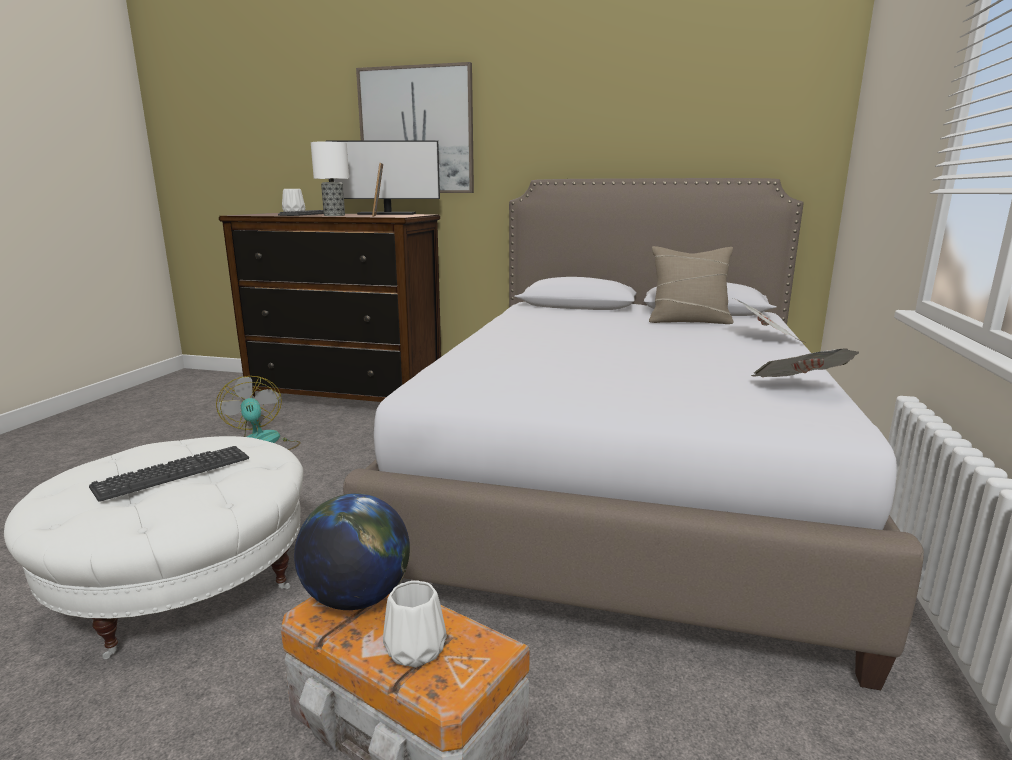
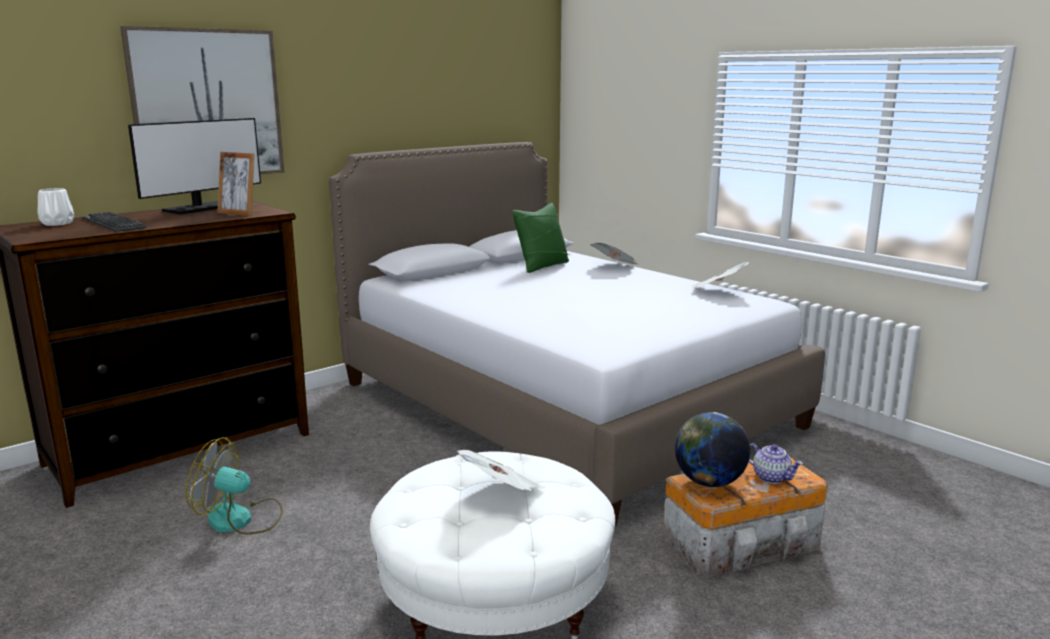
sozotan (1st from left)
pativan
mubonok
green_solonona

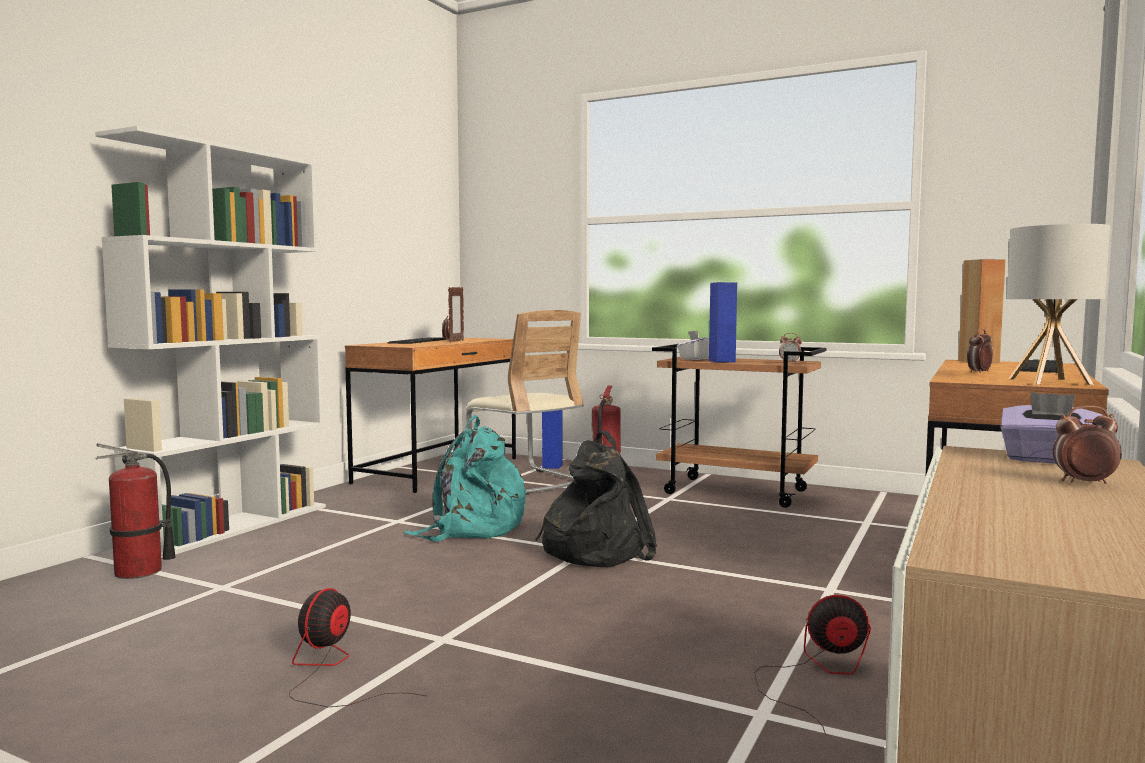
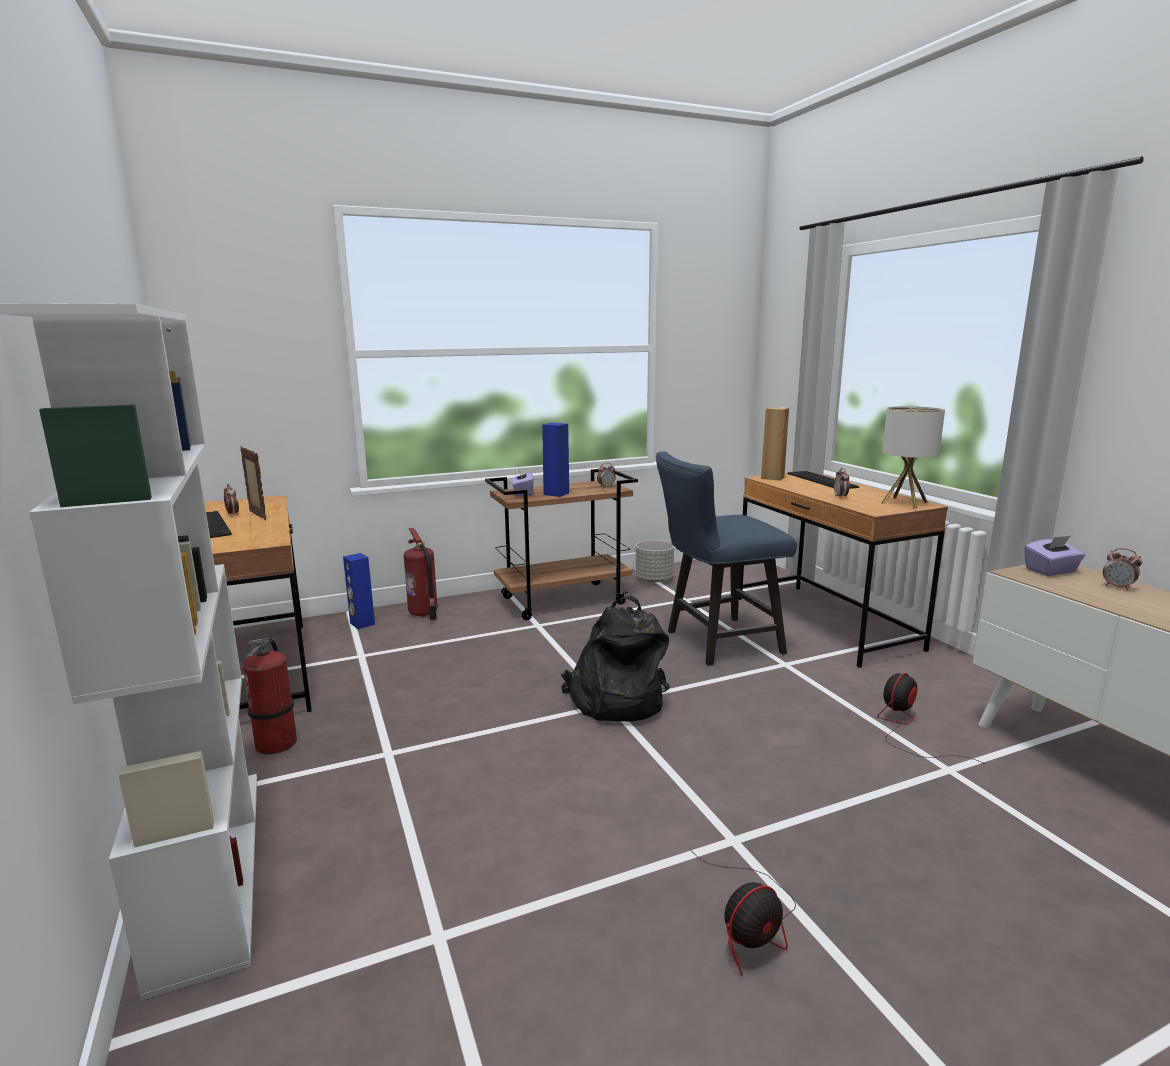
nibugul (1st from left)
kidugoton (1st from left)
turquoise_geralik
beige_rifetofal
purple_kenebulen (1st from left)
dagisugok (4th from left)
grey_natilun
blue_rifetofal

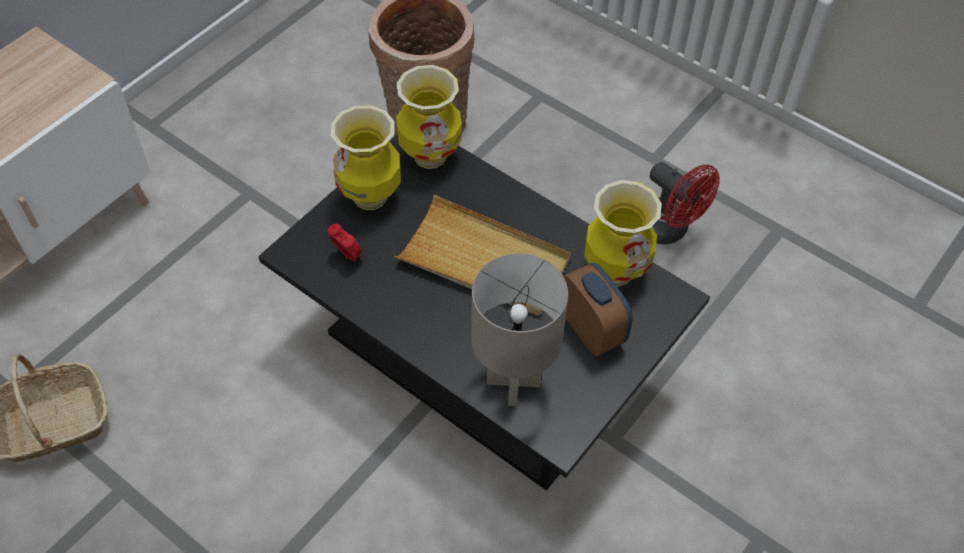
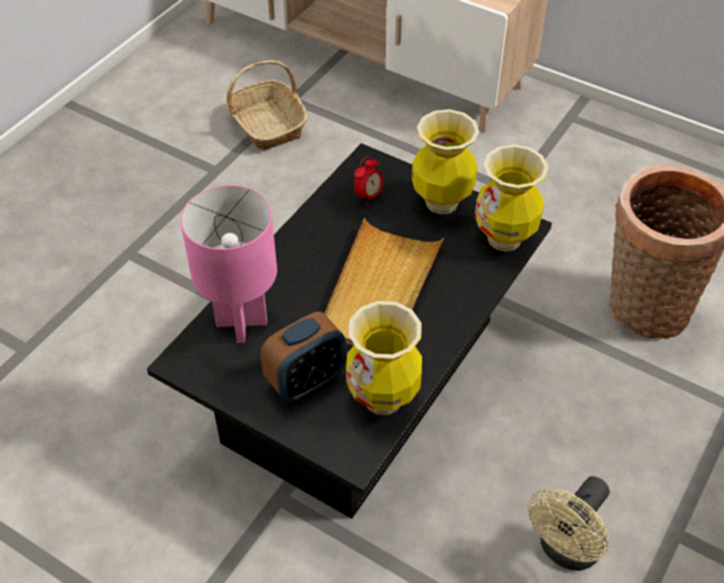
pink_pativan
beige_kidugoton

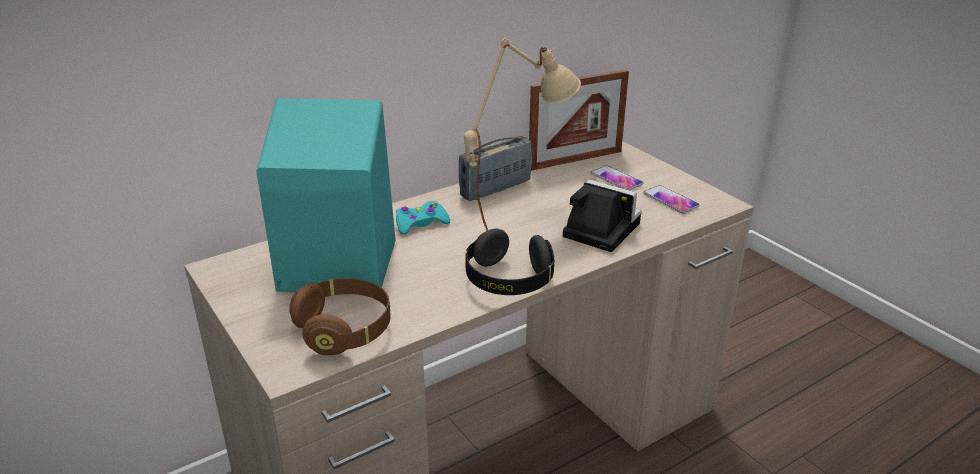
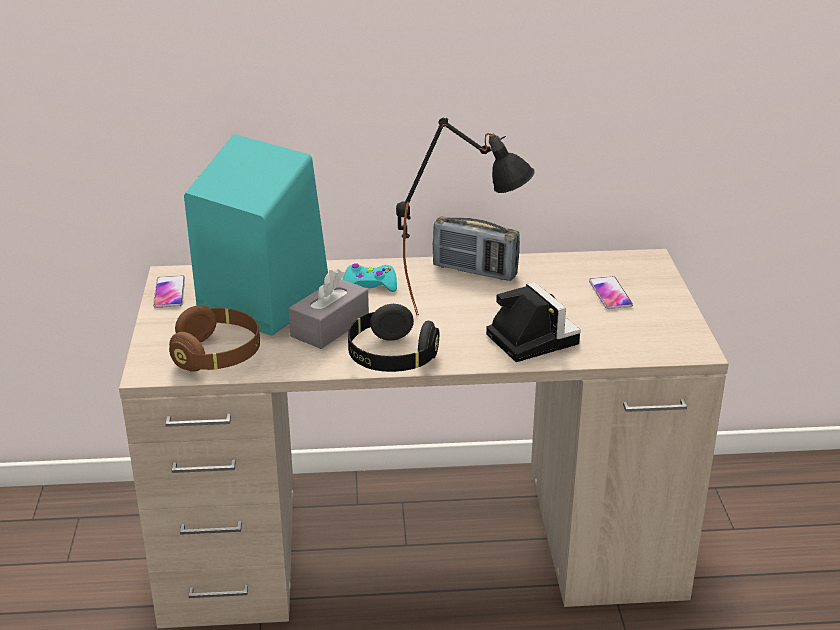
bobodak
black_pativan
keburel
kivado (1st from left)
grey_kenebulen

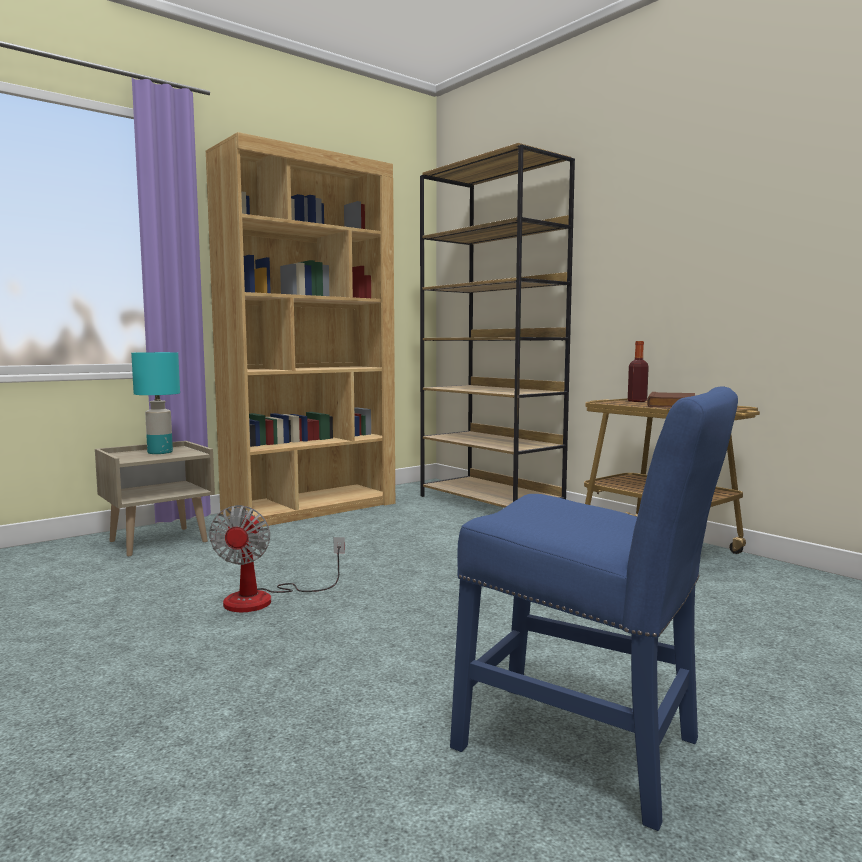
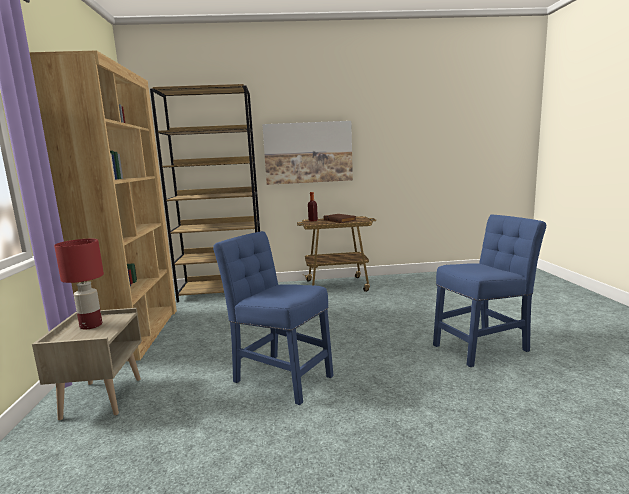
red_pativan
blue_rifetofal (1st from left)
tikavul

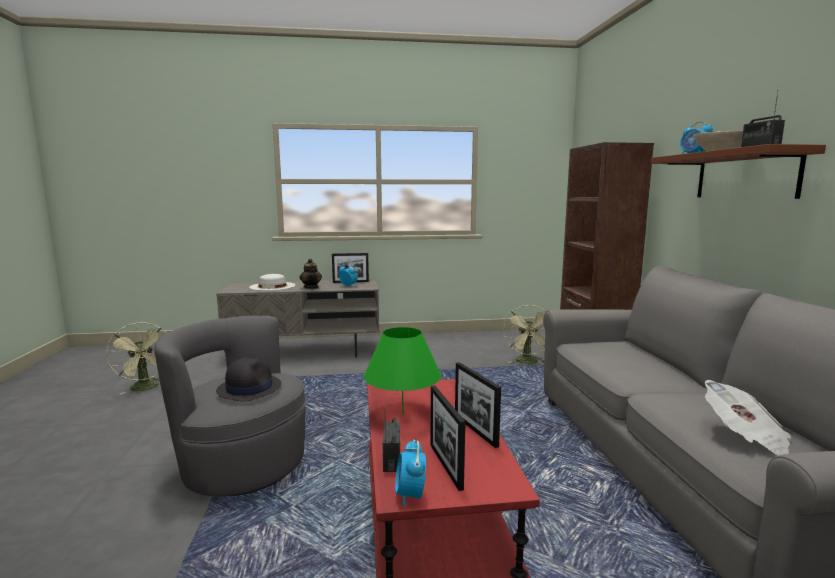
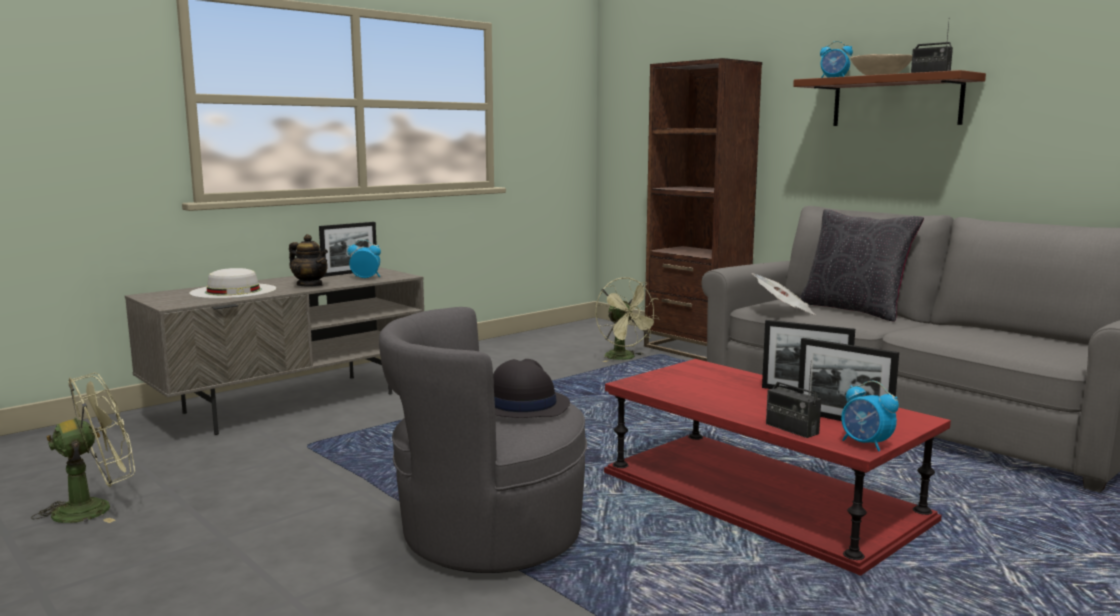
green_kidugoton (1st from left)
green_pativan
sozotan
black_solonona

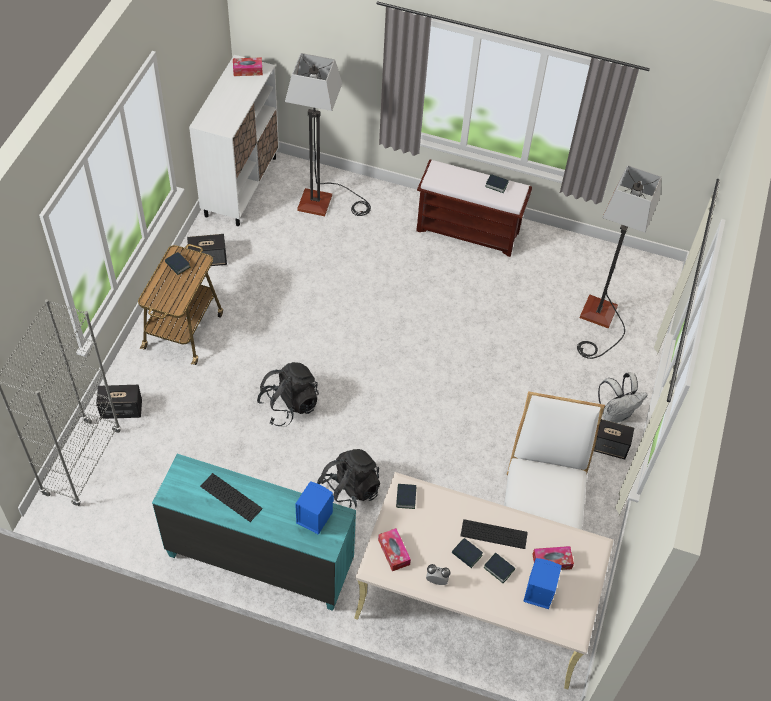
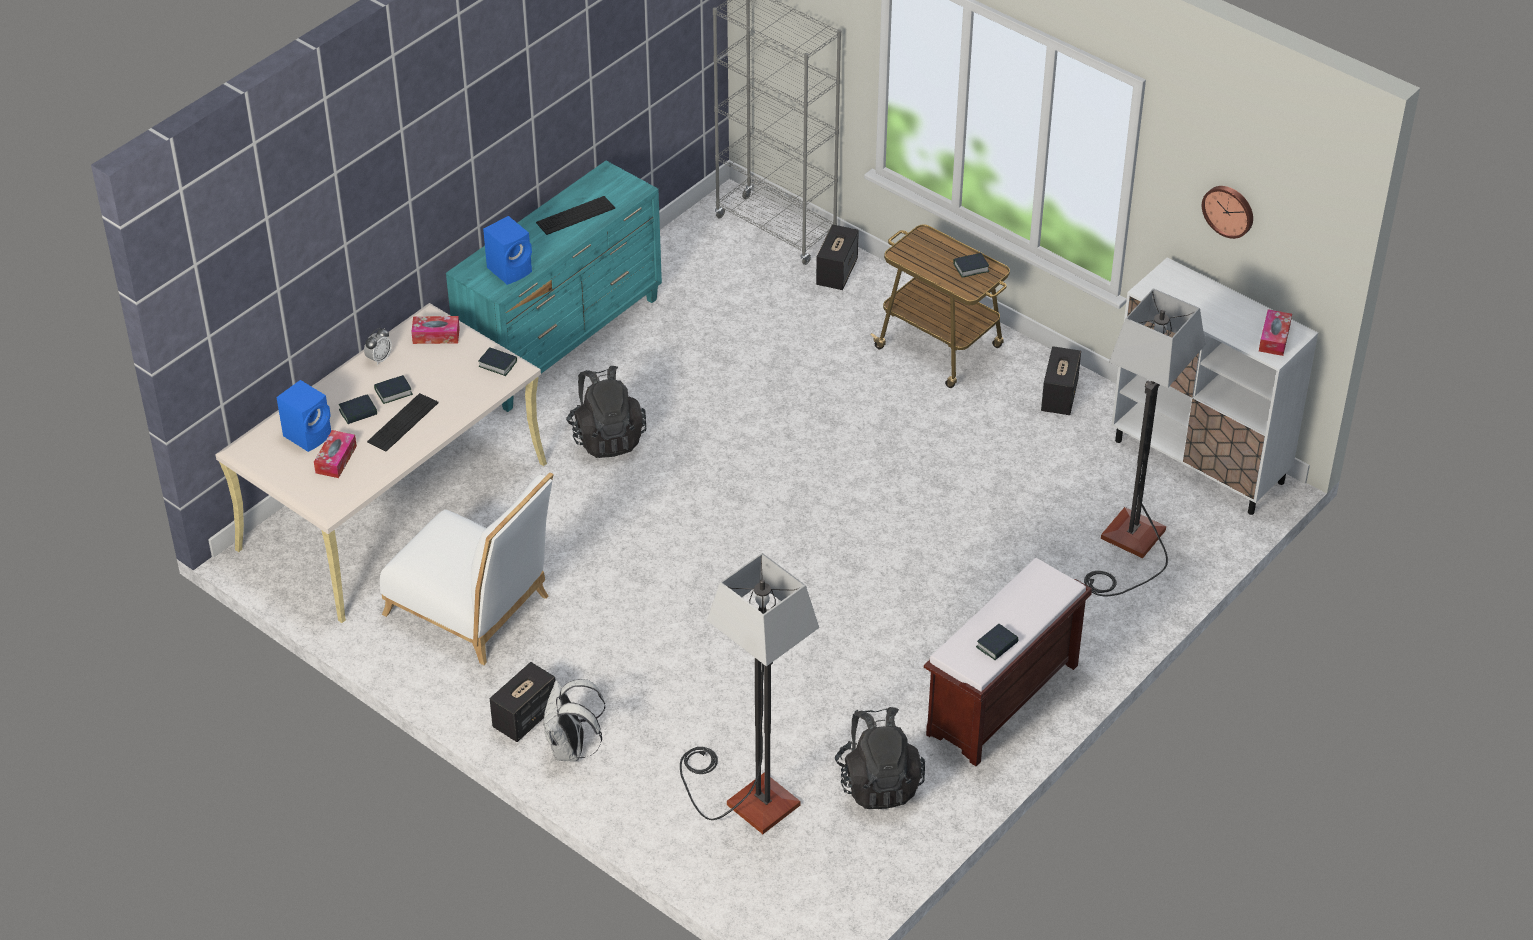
black_geralik (2nd from left)
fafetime

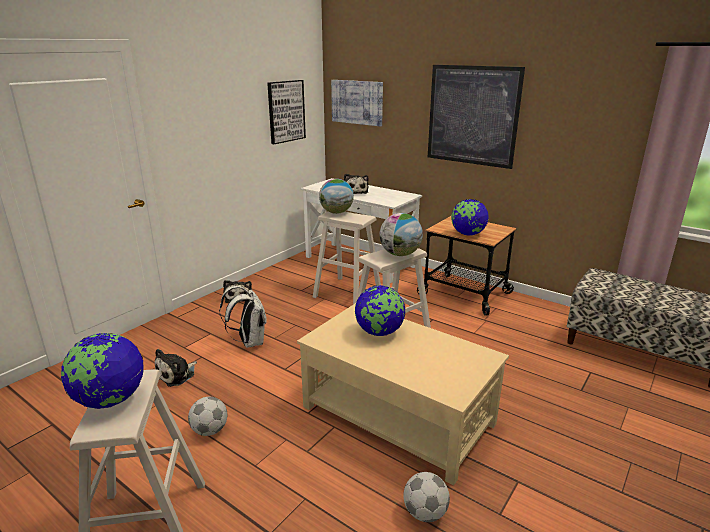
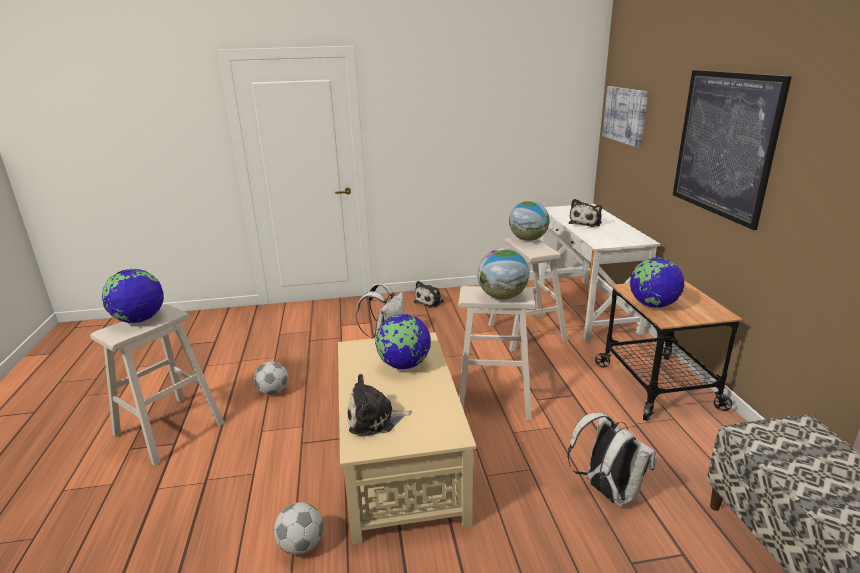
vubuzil (1st from left)
tikavul (1st from left in the first image)
white_geralik (2nd from left)

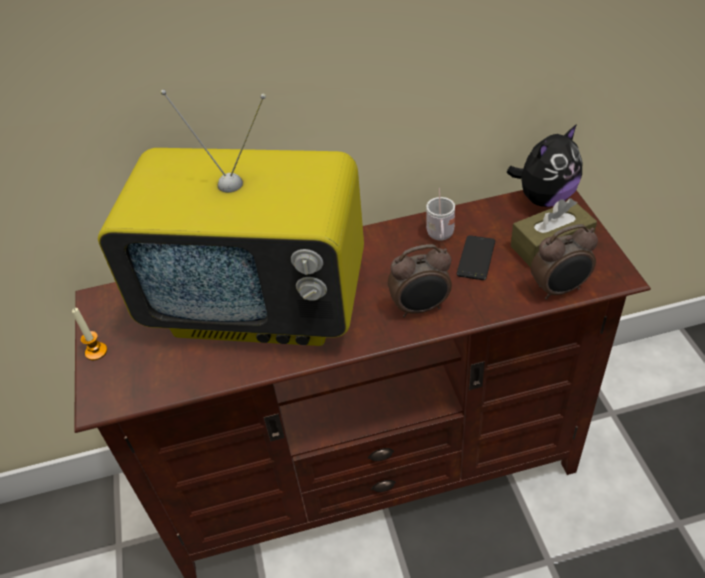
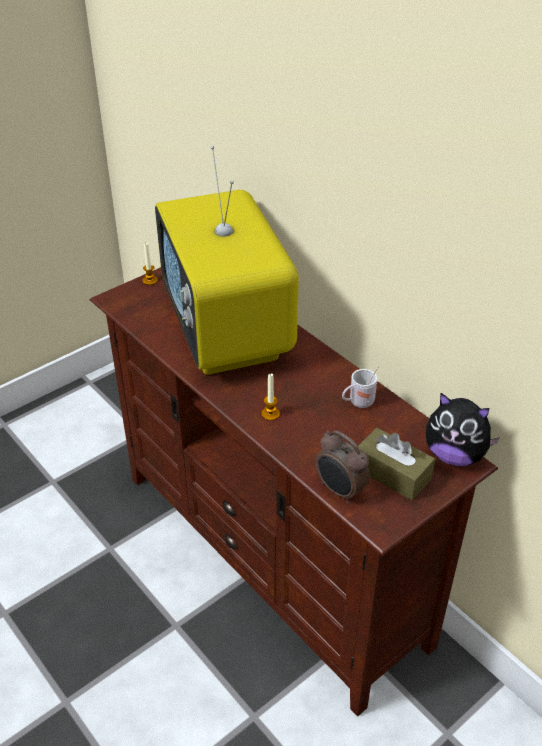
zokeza (2nd from left)
kivado

